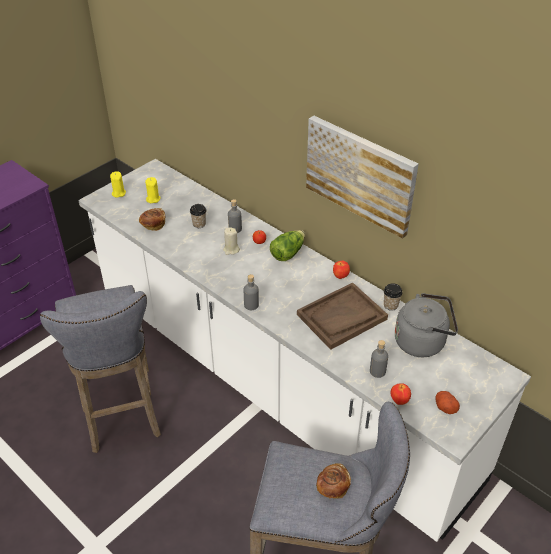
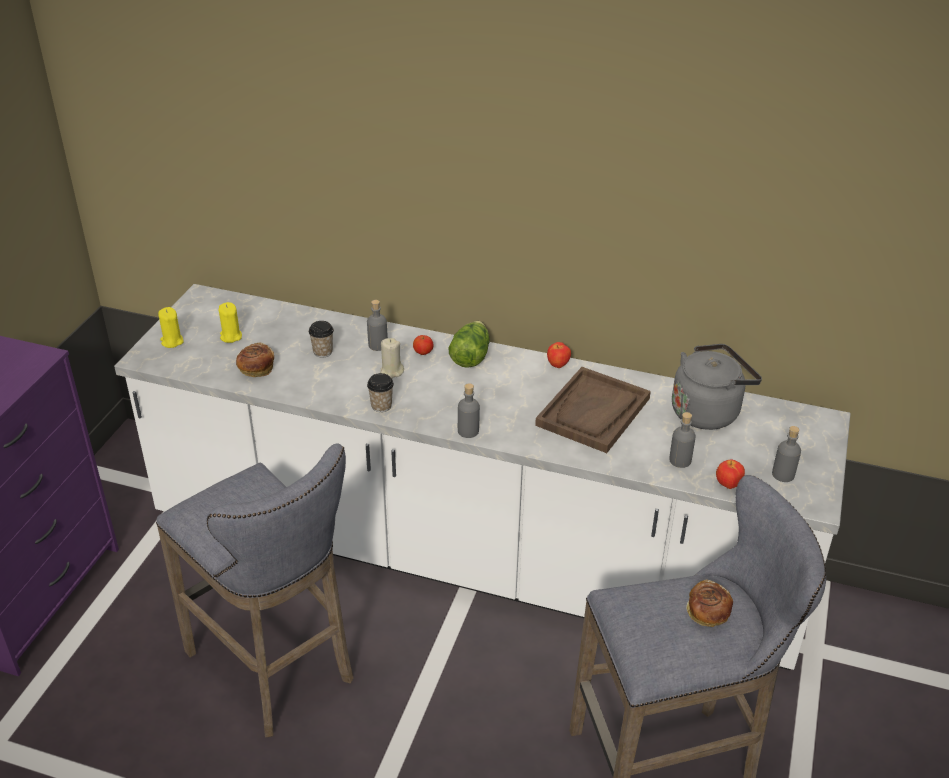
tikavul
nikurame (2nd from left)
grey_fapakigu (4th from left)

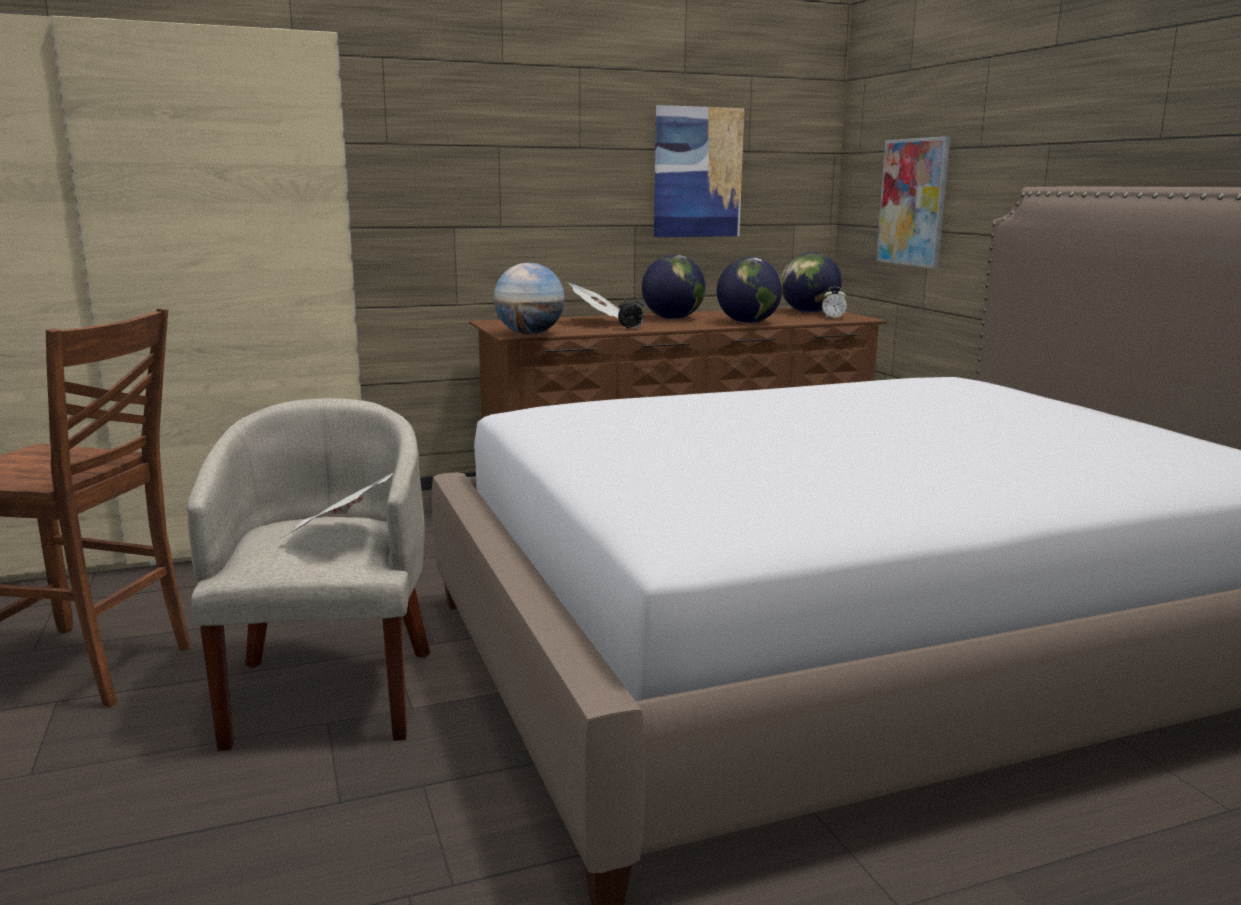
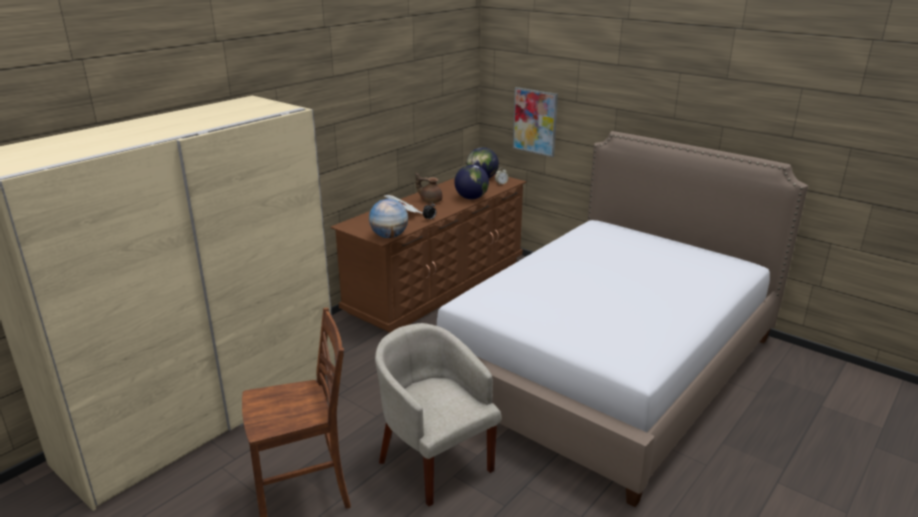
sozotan (1st from left in the first image)
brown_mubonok
tikavul (1st from left in the first image)

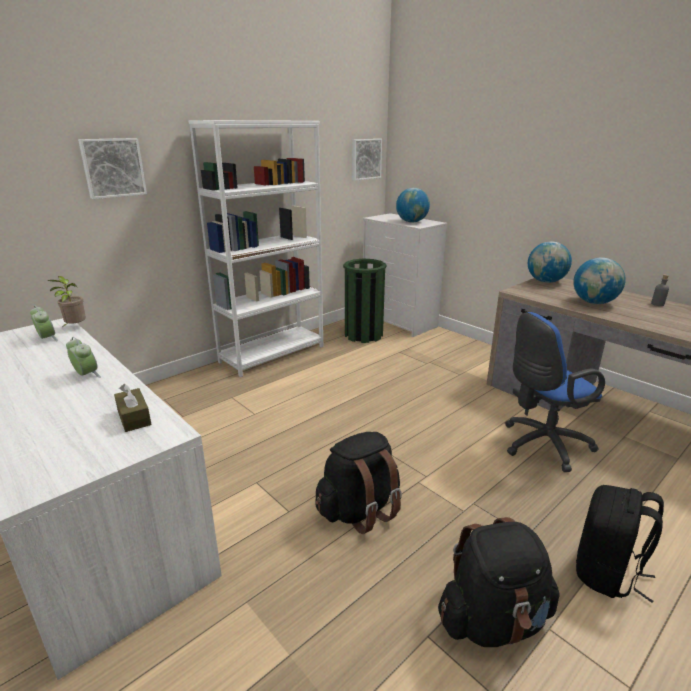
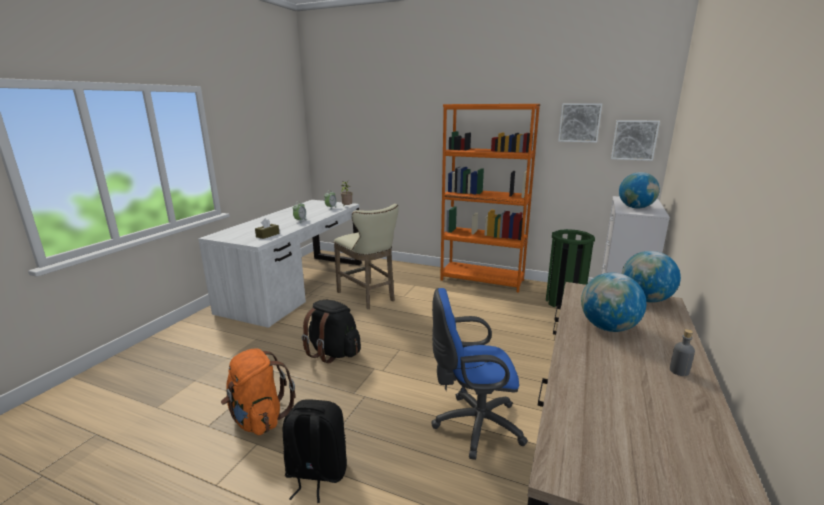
tikavul (1st from left)
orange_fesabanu
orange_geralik
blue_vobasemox
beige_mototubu

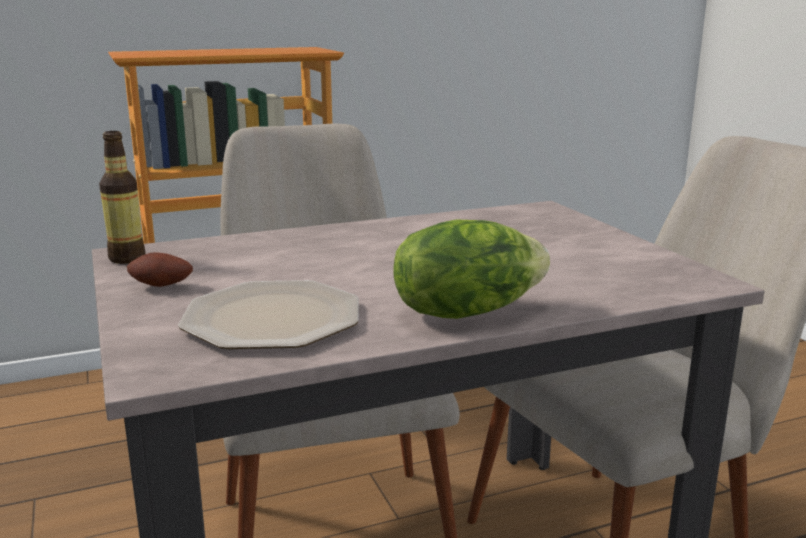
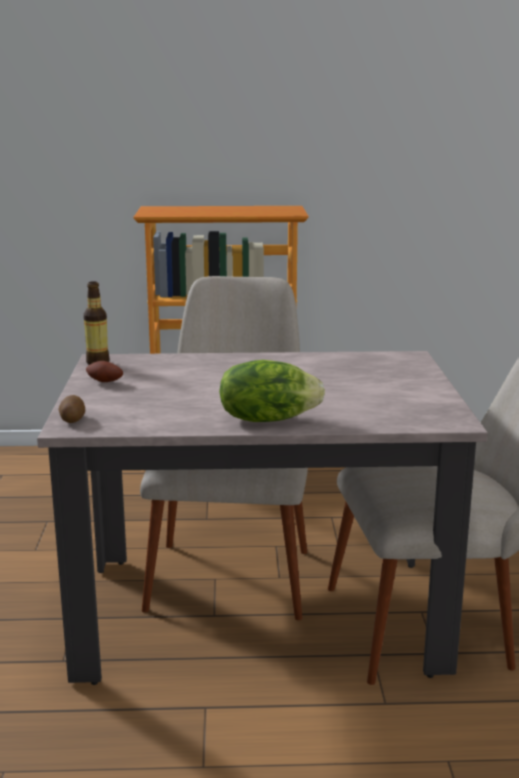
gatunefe
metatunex (1st from left)

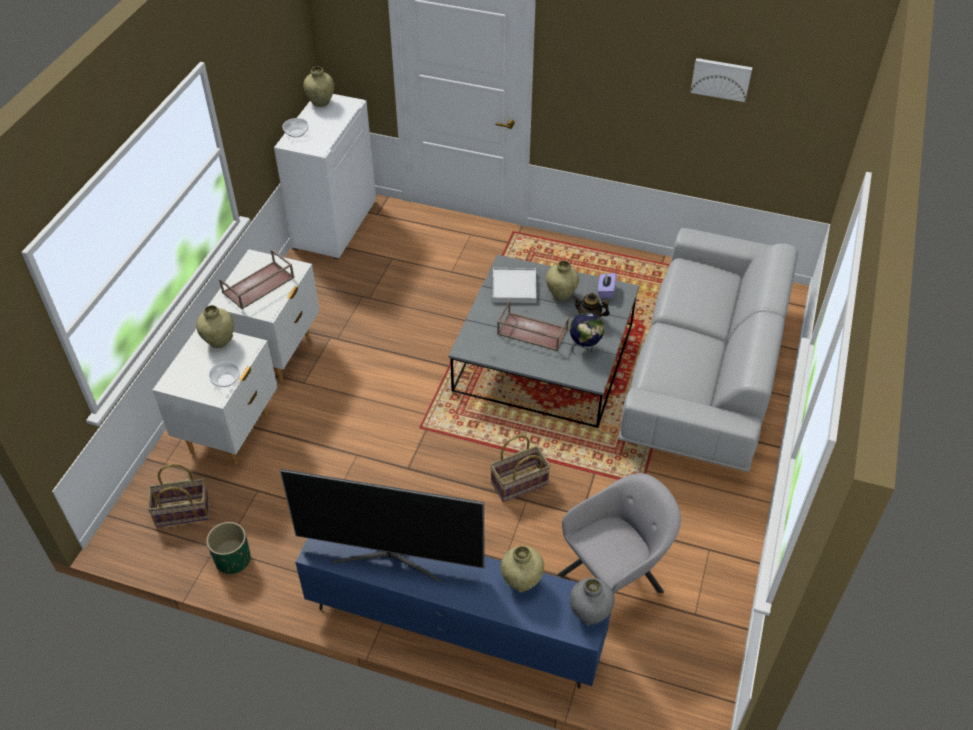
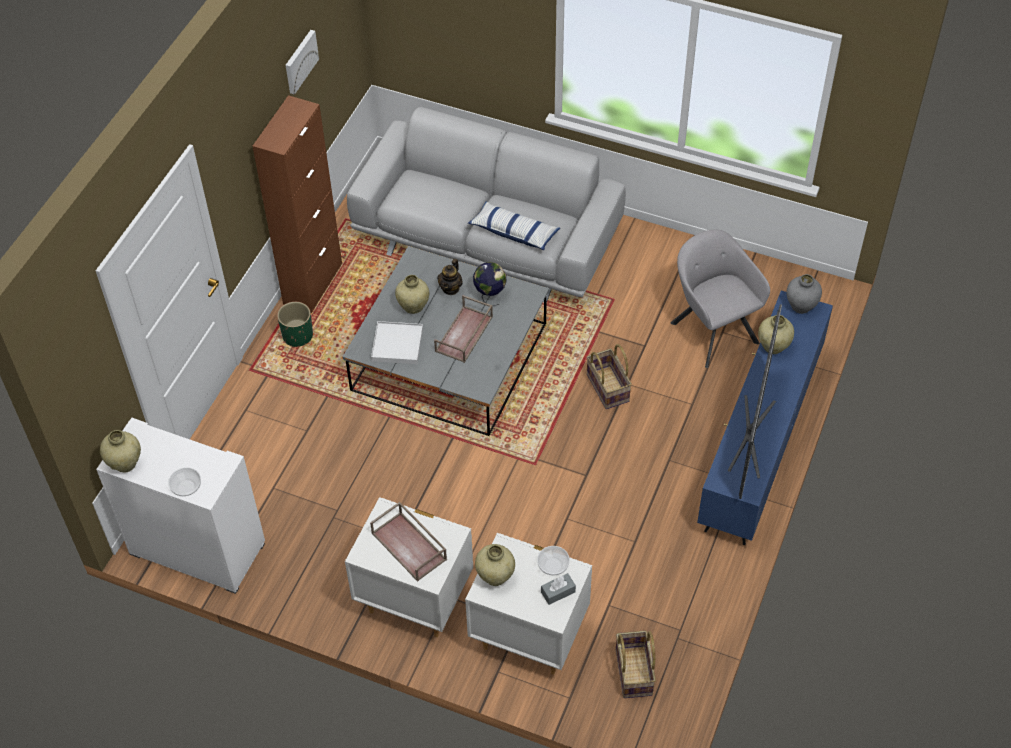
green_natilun
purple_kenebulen
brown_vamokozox
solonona
grey_kenebulen

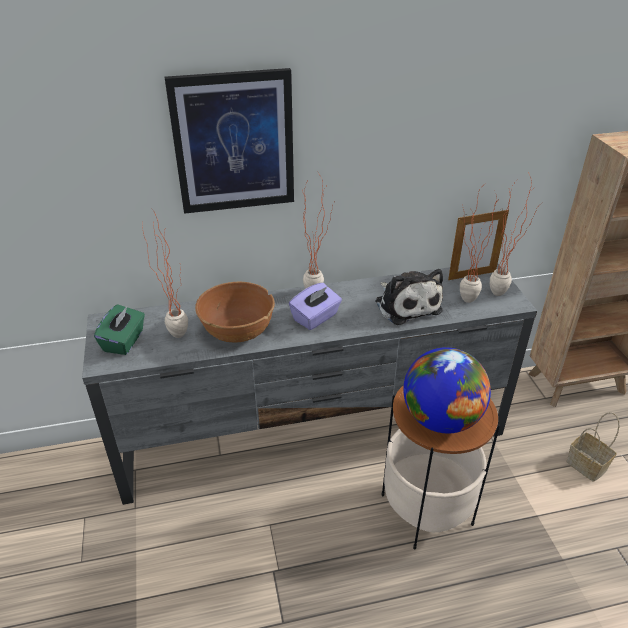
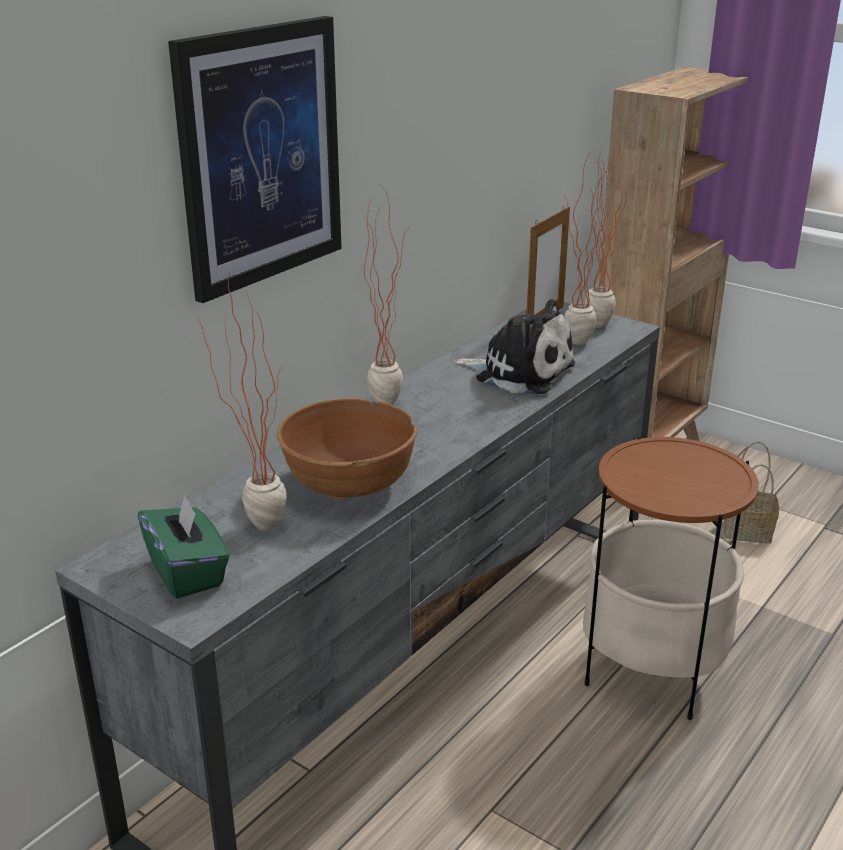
purple_kenebulen
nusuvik

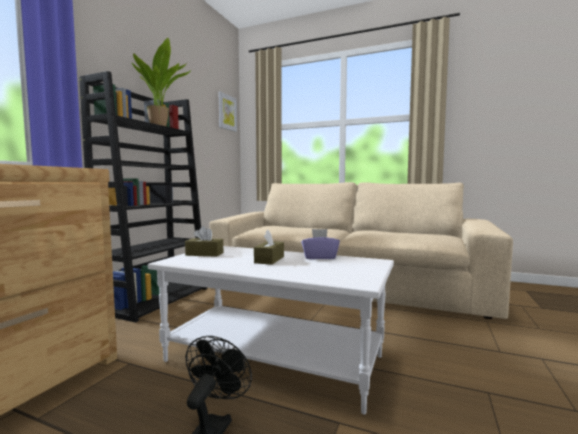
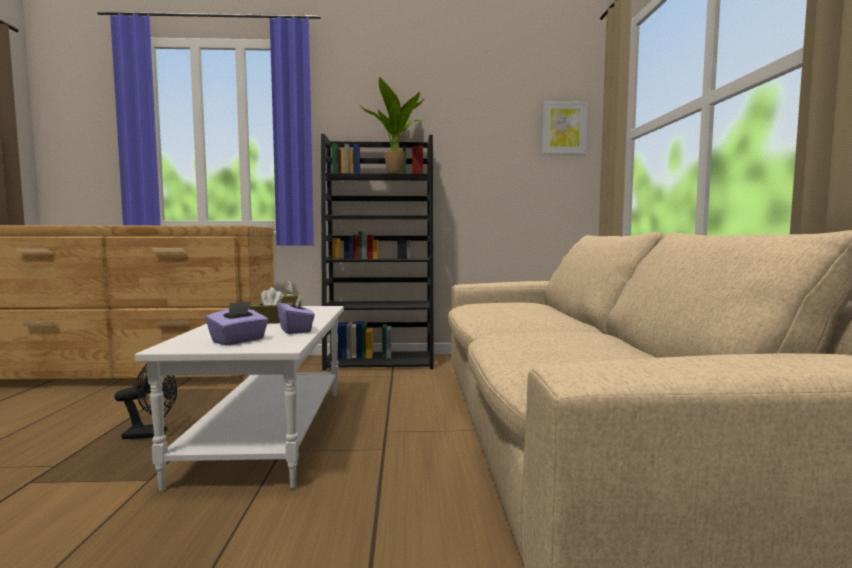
purple_kenebulen (1st from left)

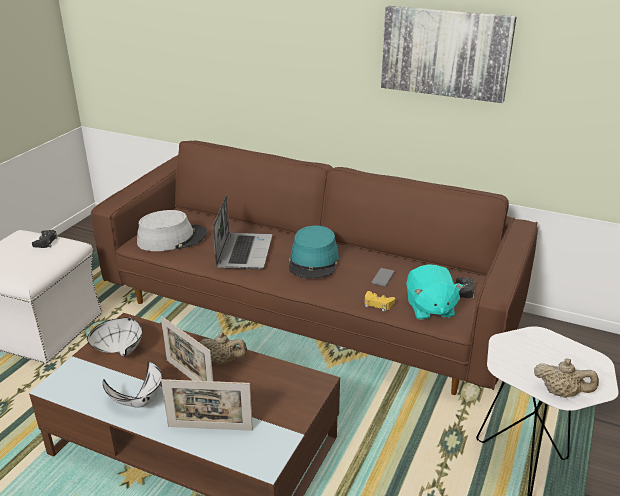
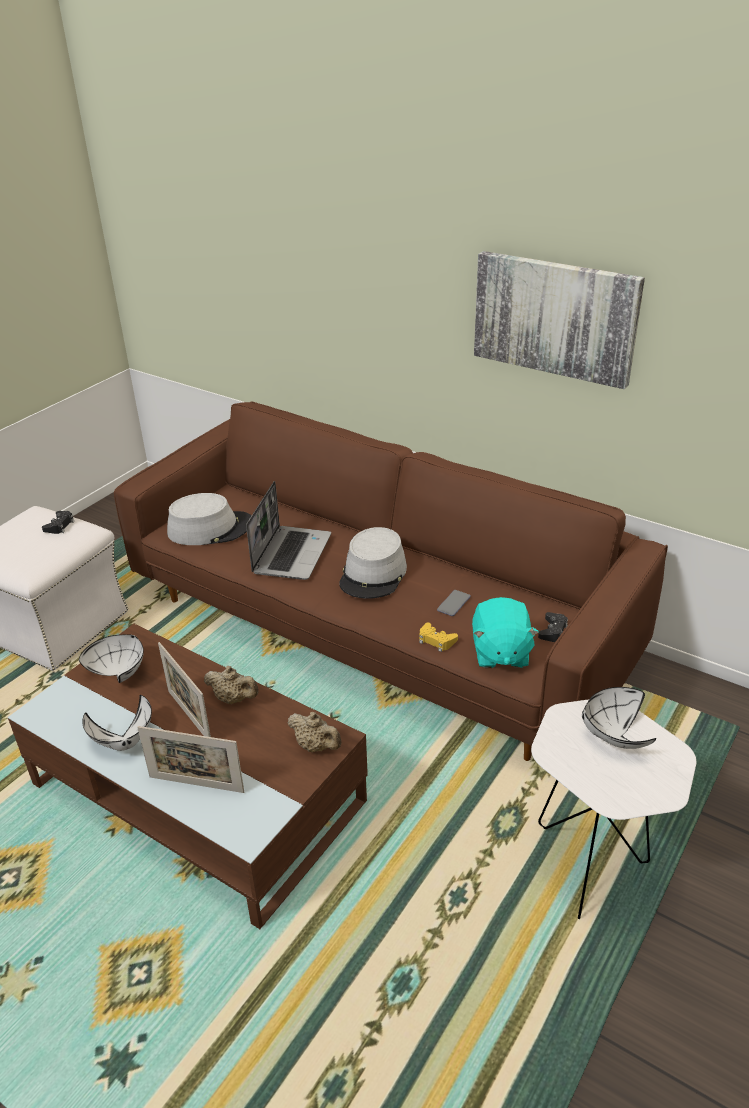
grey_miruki (2nd from left)
beige_mubonok (2nd from left)
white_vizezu (3rd from left)

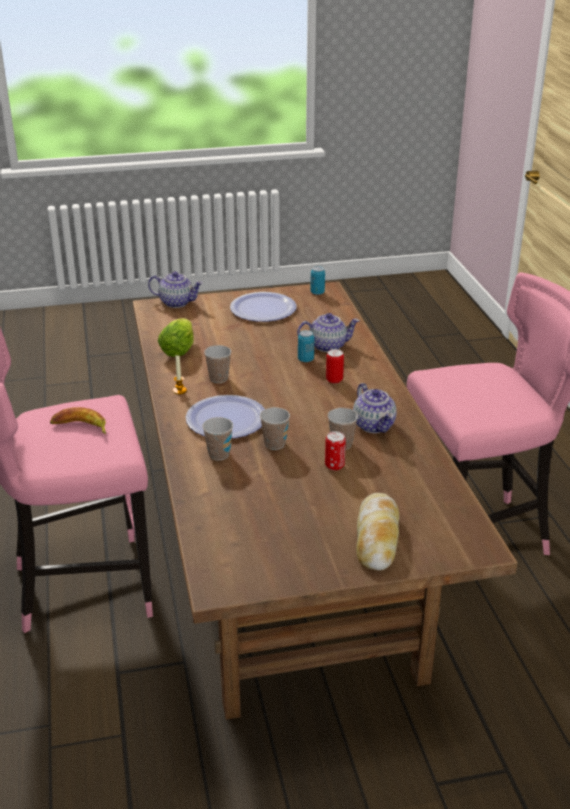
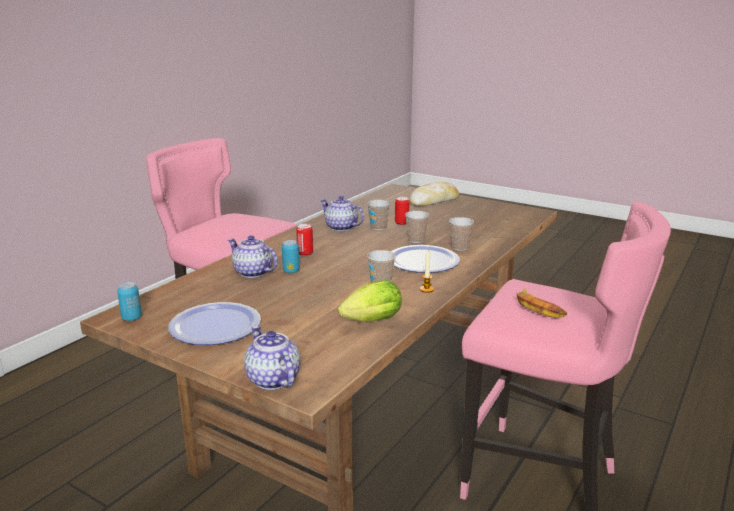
mubonok (3rd from left)

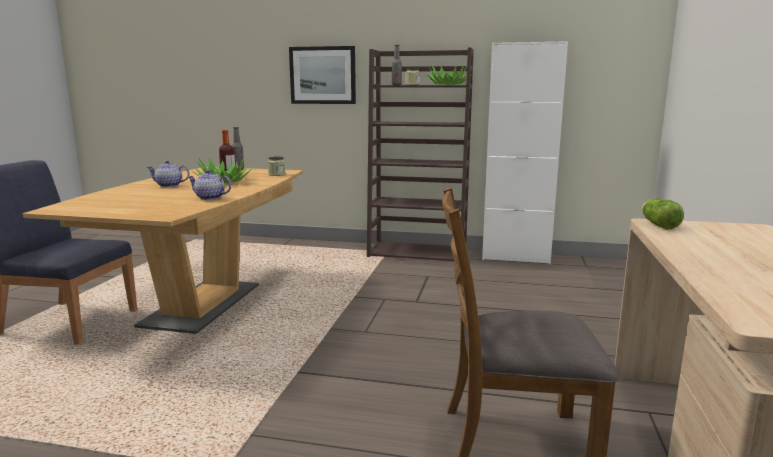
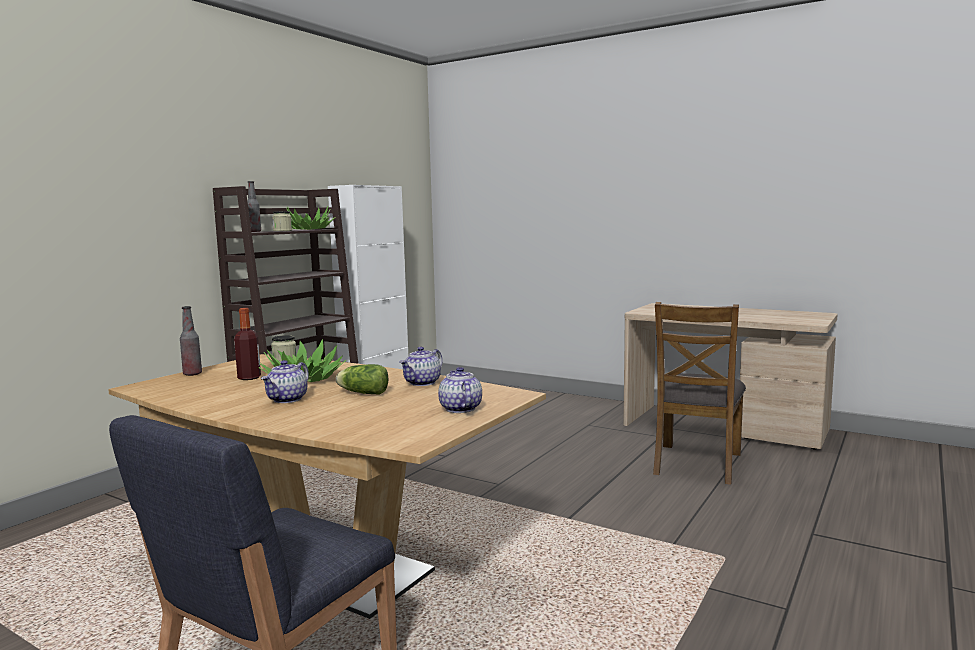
tikavul
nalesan
mubonok (3rd from left)

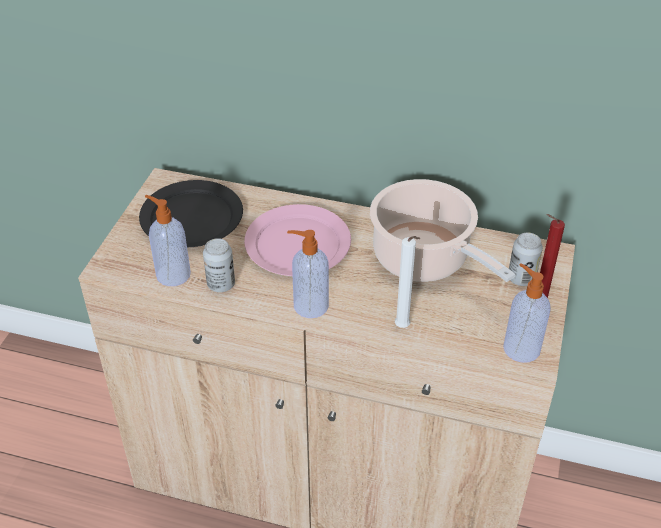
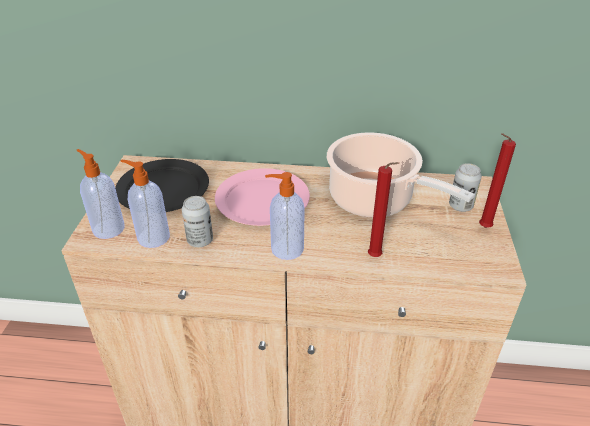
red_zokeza (1st from left)
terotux (1st from left)

